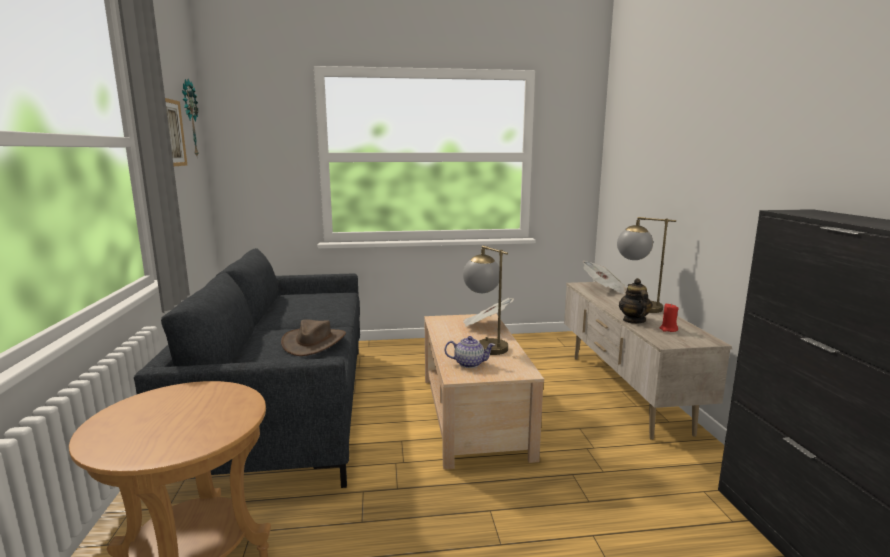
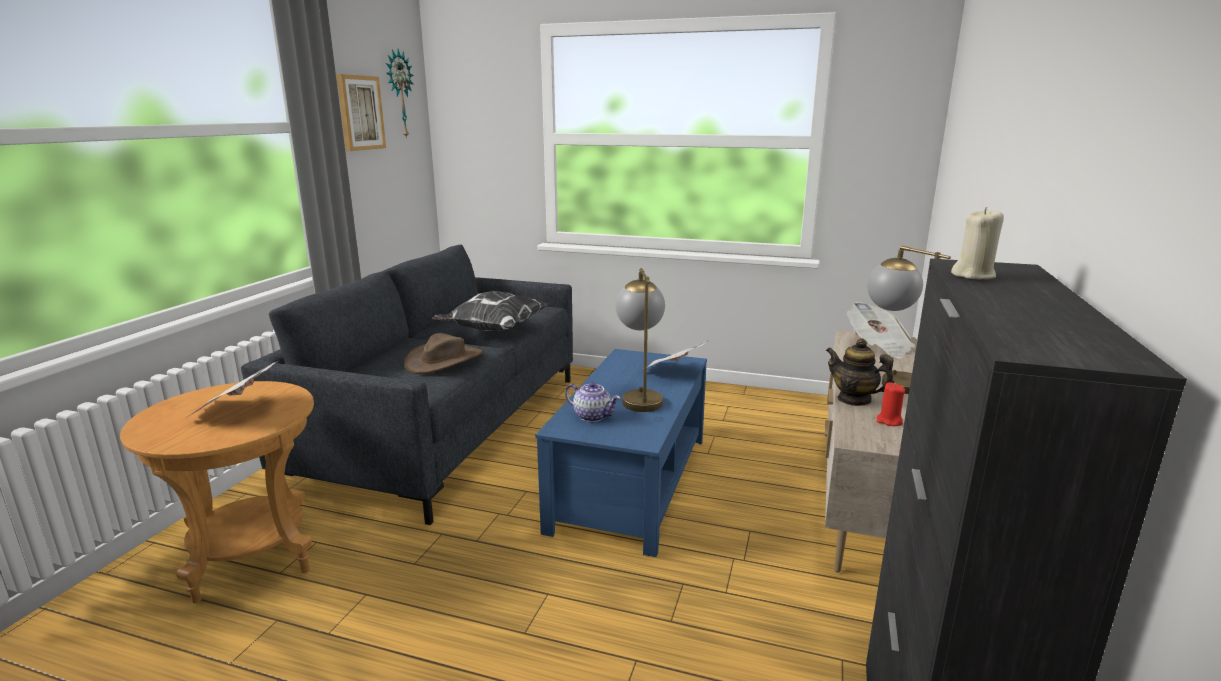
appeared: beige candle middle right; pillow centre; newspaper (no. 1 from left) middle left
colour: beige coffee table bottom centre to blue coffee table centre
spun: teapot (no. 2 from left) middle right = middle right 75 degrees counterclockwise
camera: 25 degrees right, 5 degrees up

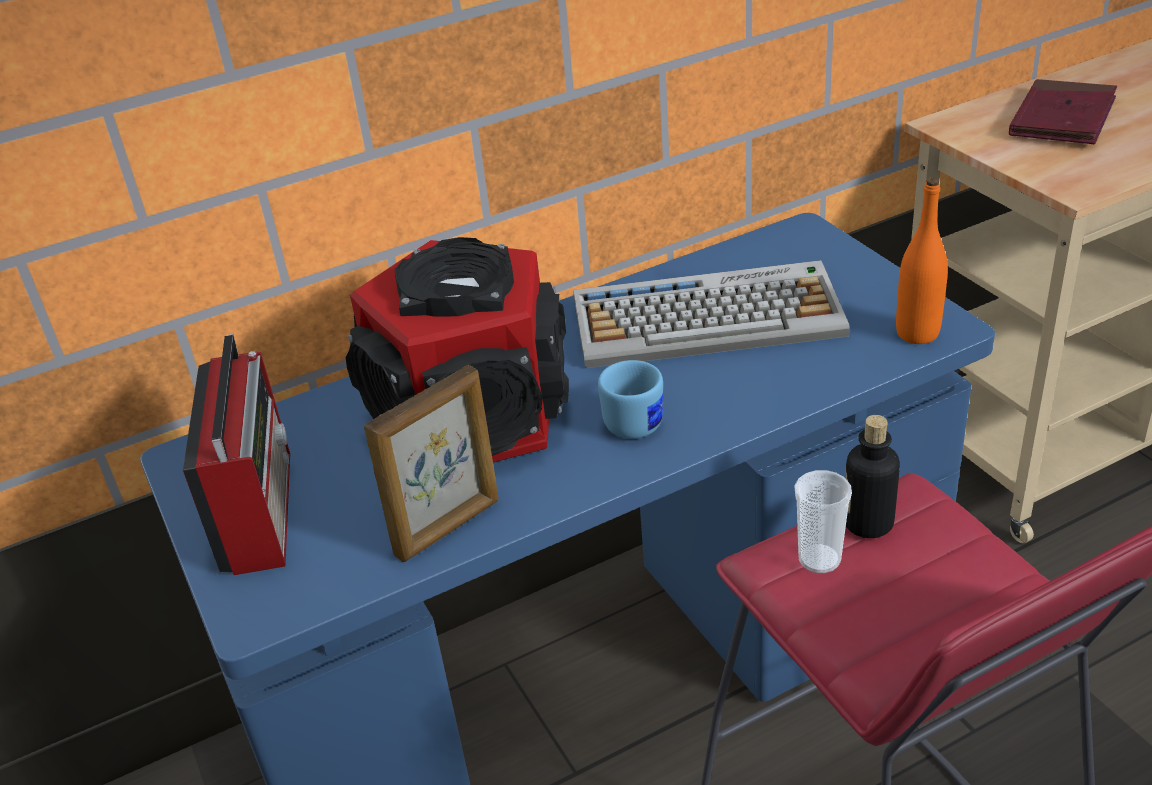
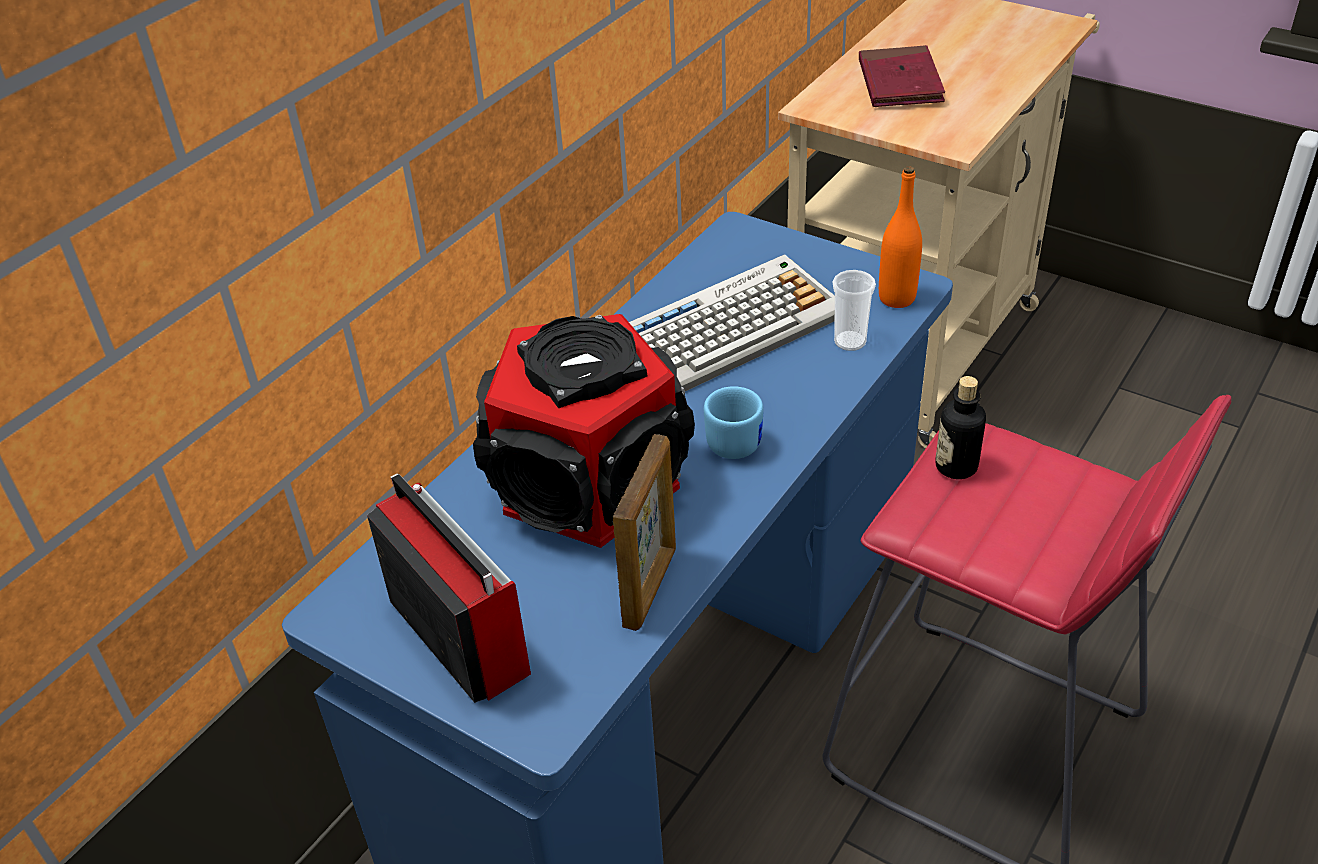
relocated: cup middle right to centre
camera: 30 degrees left, 5 degrees up

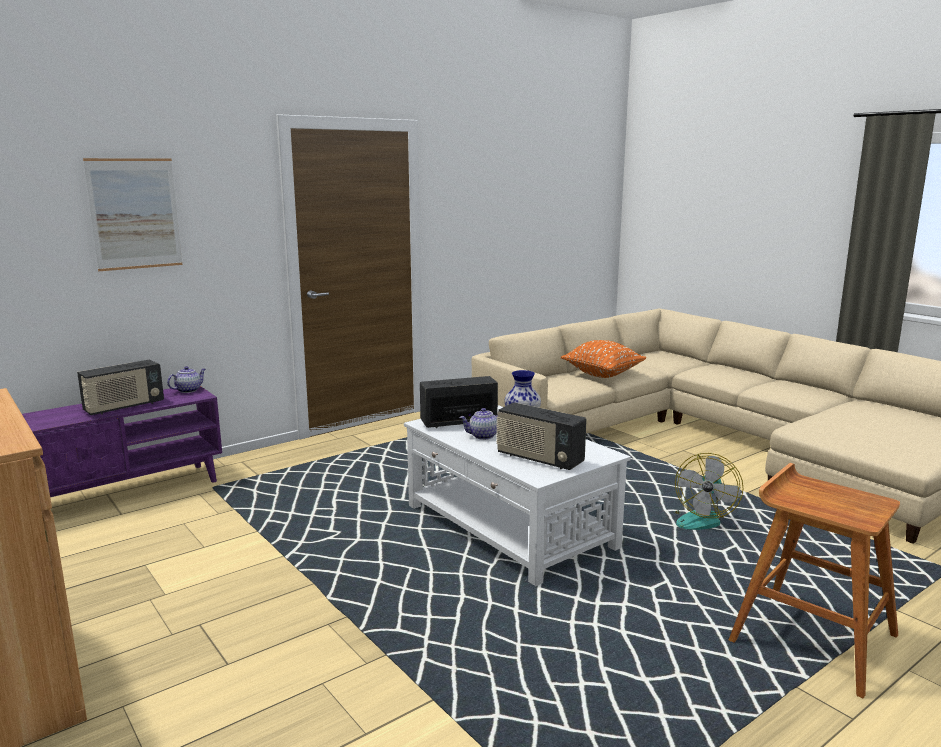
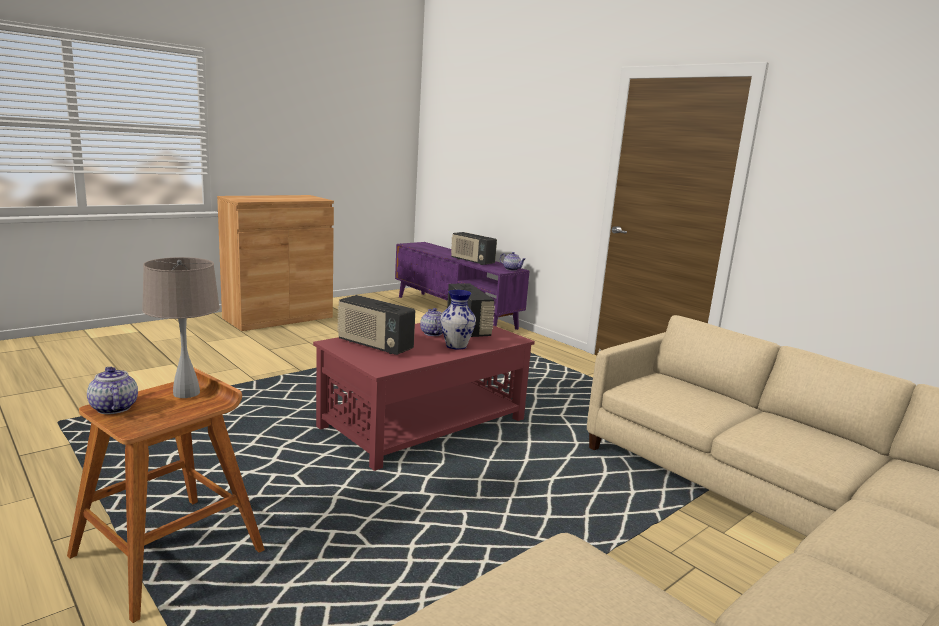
missing: picture top left; orange pillow centre; fan middle right
appeared: beige table lamp middle left; teapot (no. 1 from left) middle left
colour: white coffee table centre to red coffee table centre
spun: radio (no. 3 from left in the first image) centre = centre 90 degrees counterclockwise
camera: 85 degrees right, 0 degrees up

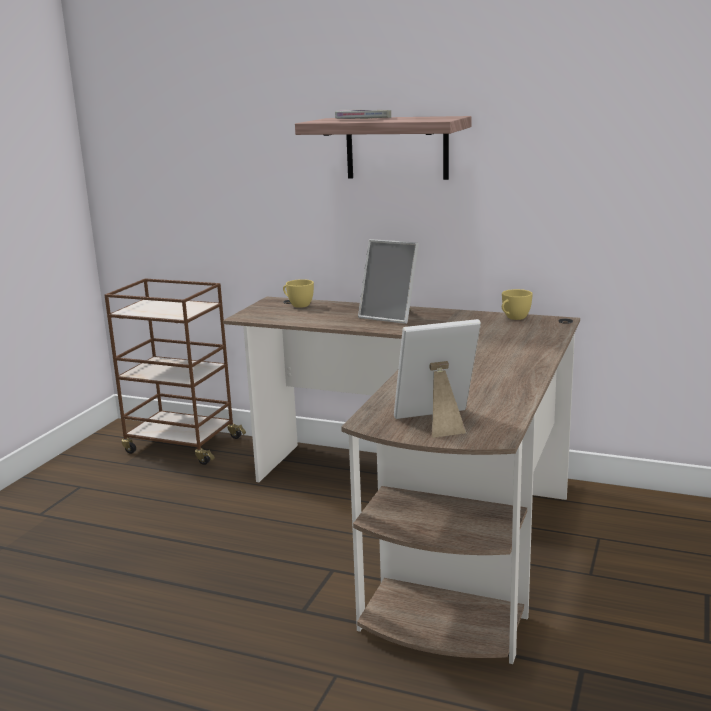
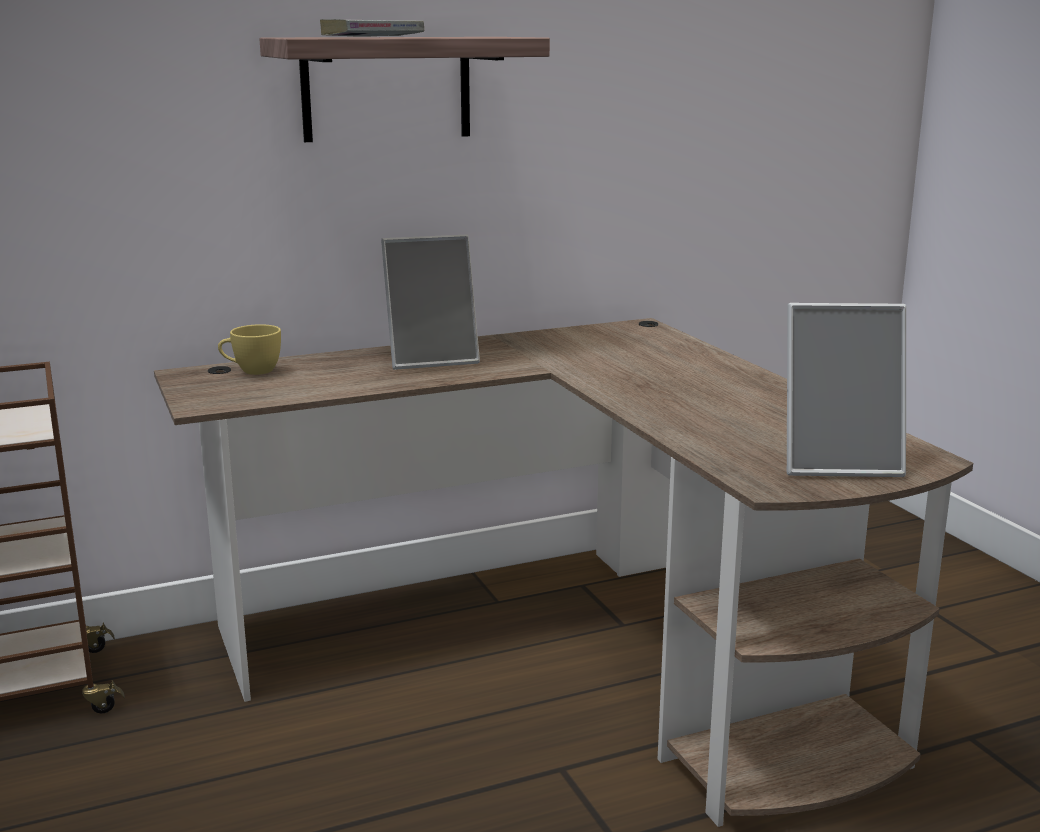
missing: yellow cup (no. 2 from left) middle right
spun: picture frame (no. 2 from left) centre = middle right 120 degrees counterclockwise
camera: 45 degrees left, 0 degrees up

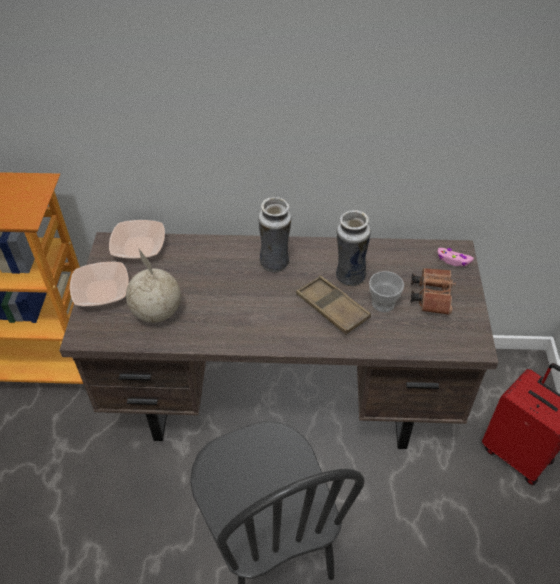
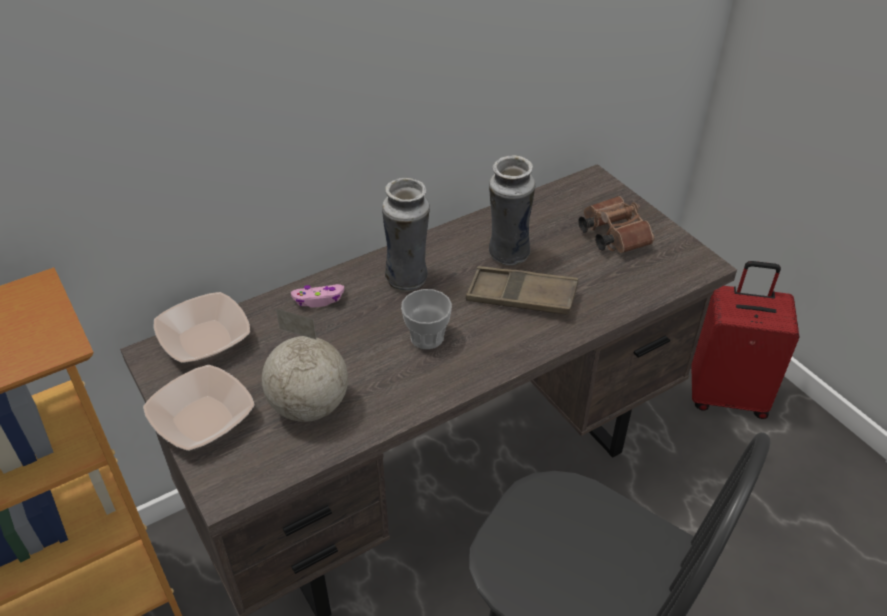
relocated: pink game controller middle right to centre; cup middle right to centre
camera: 35 degrees left, 5 degrees down

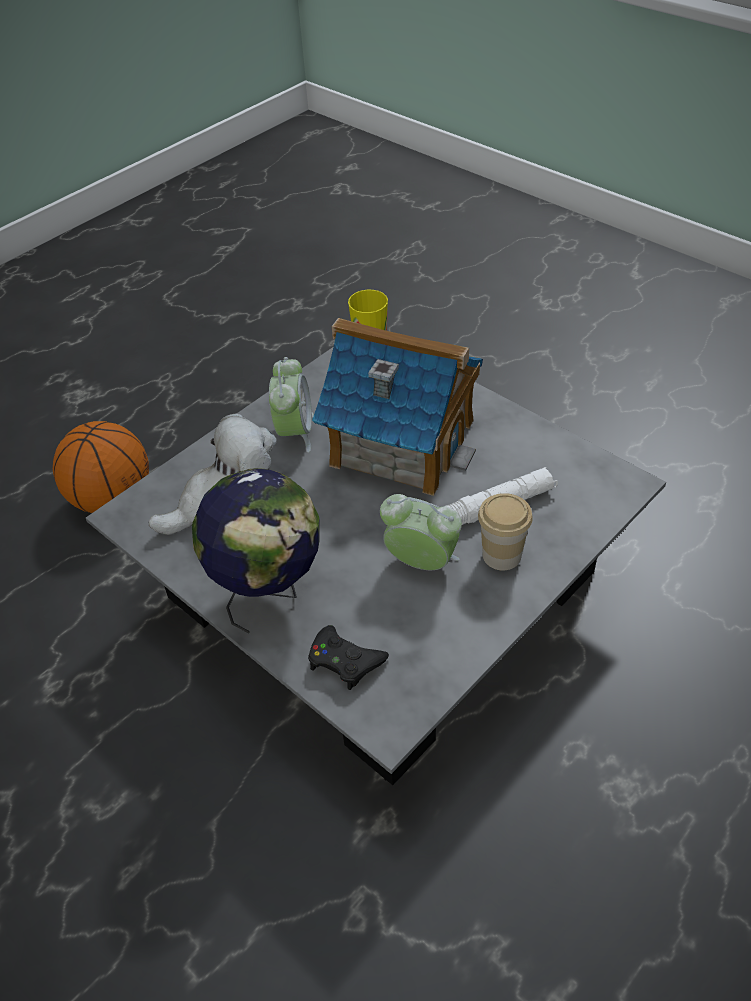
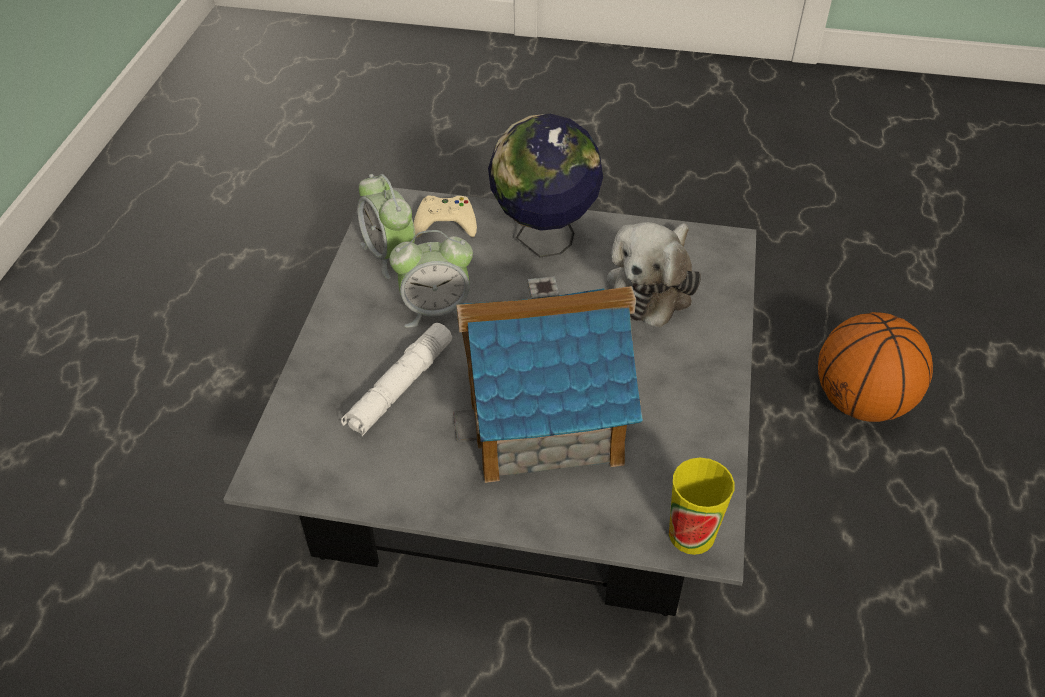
missing: cup (no. 2 from left) middle right
relocated: alarm clock (no. 1 from left) centre to top centre
colour: black game controller centre to beige game controller top centre
camera: 145 degrees right, 0 degrees up

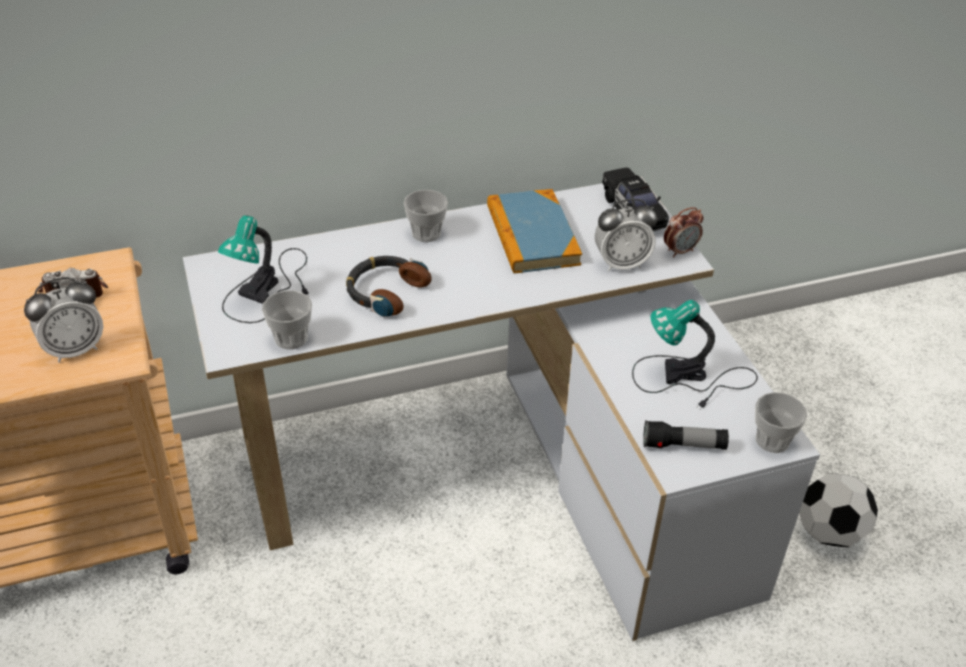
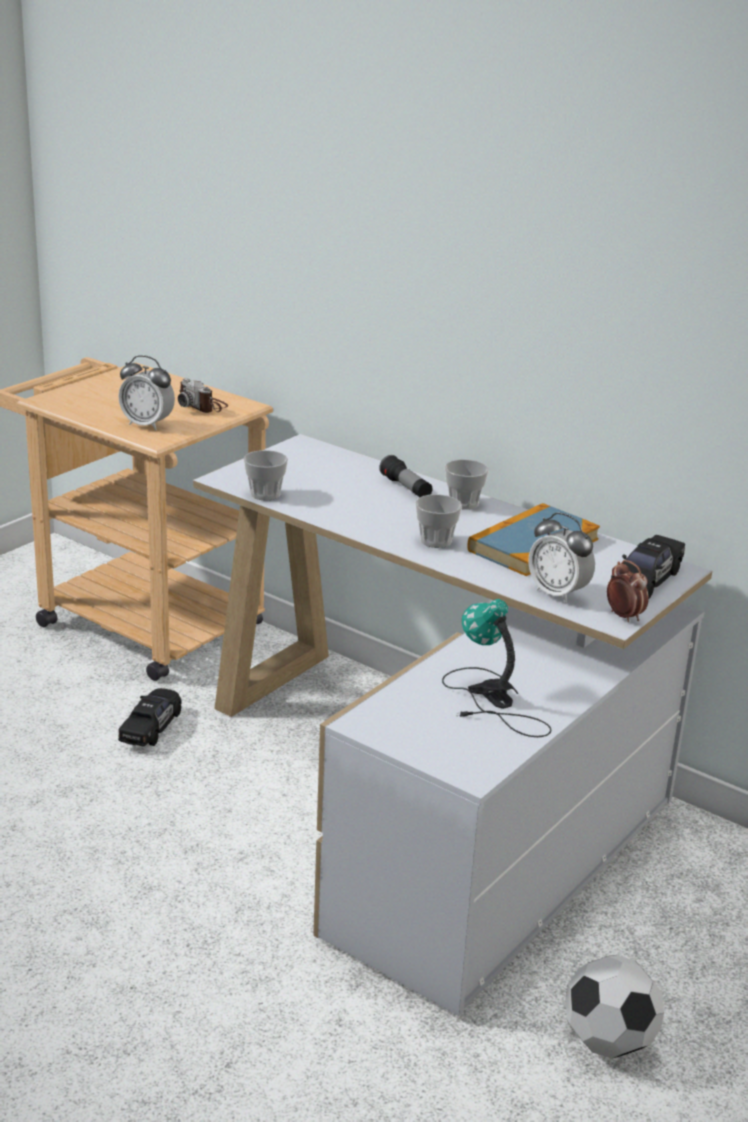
missing: table lamp (no. 1 from left) middle left; headphones centre
appeared: black toy car (no. 1 from left) middle left
relocated: cup (no. 3 from left in the first image) middle right to cup (no. 2 from left) centre; flashlight middle right to centre
spun: alarm clock (no. 3 from left) middle right = middle right 150 degrees counterclockwise
camera: 55 degrees right, 15 degrees down

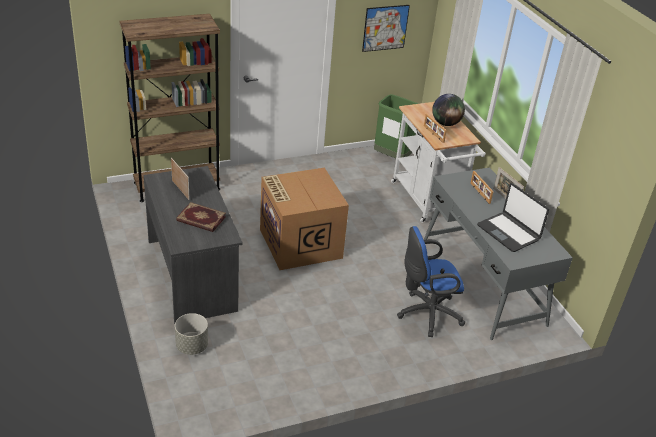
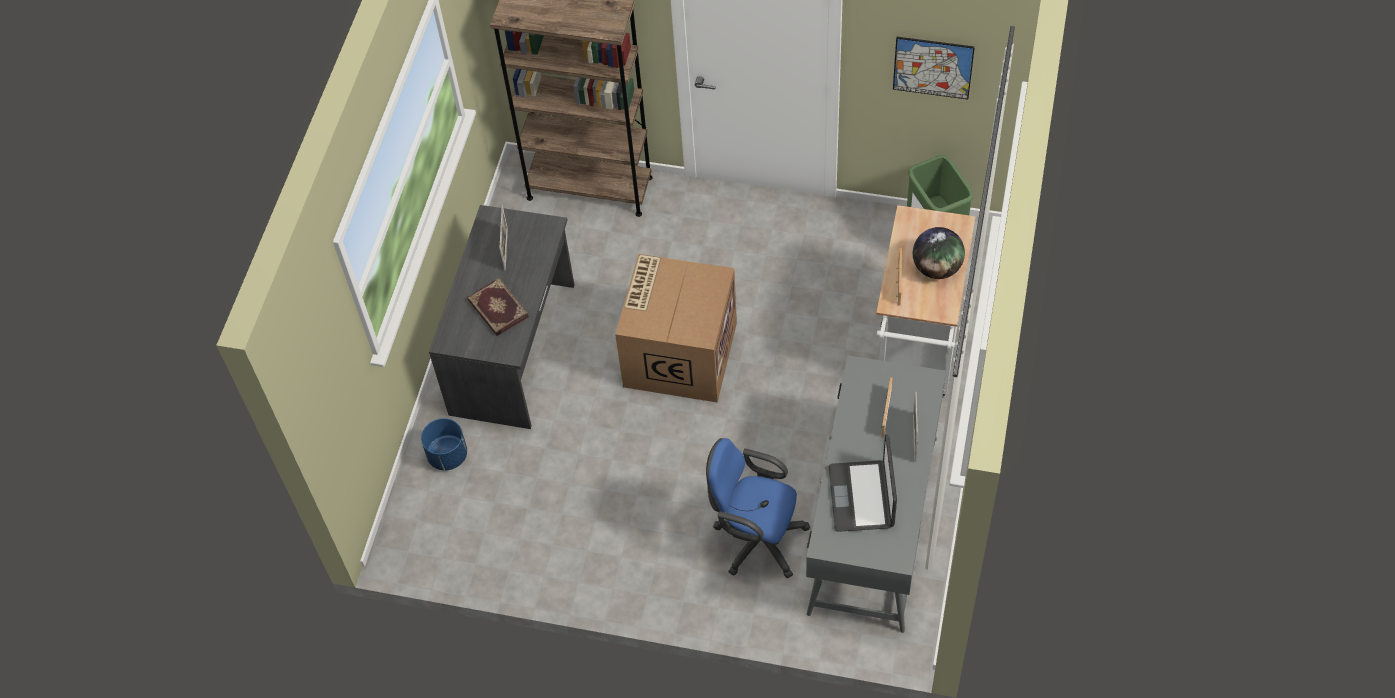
colour: grey planter bottom left to blue planter middle left
camera: 40 degrees right, 20 degrees up

